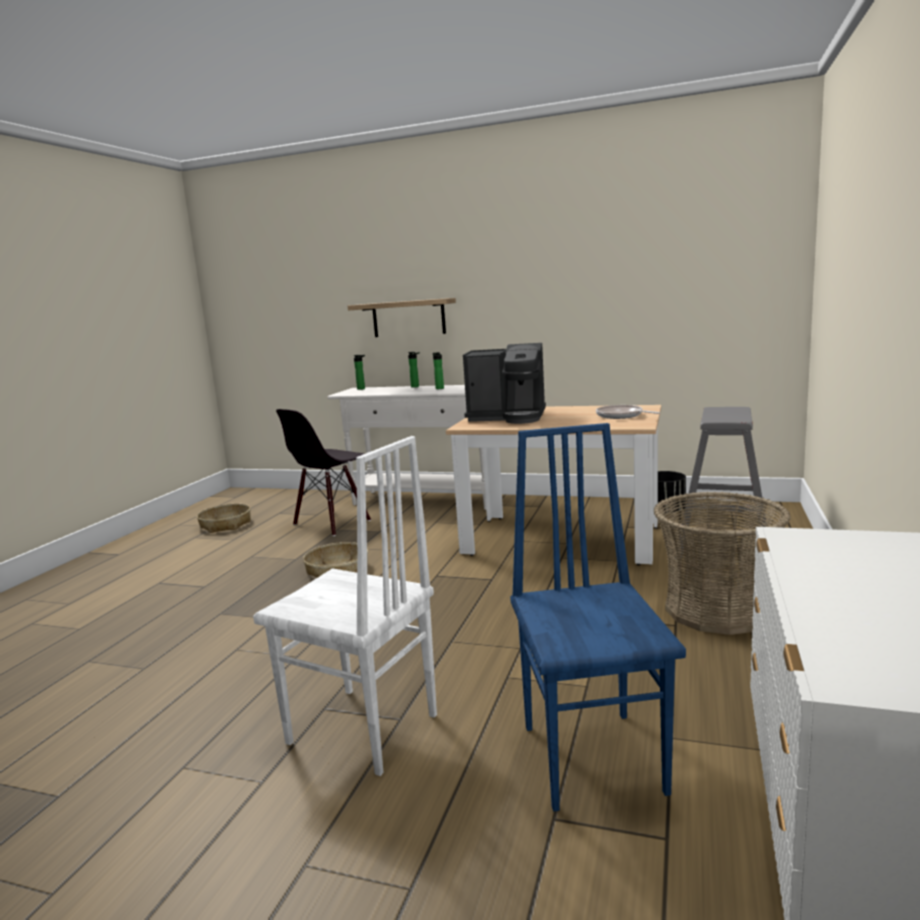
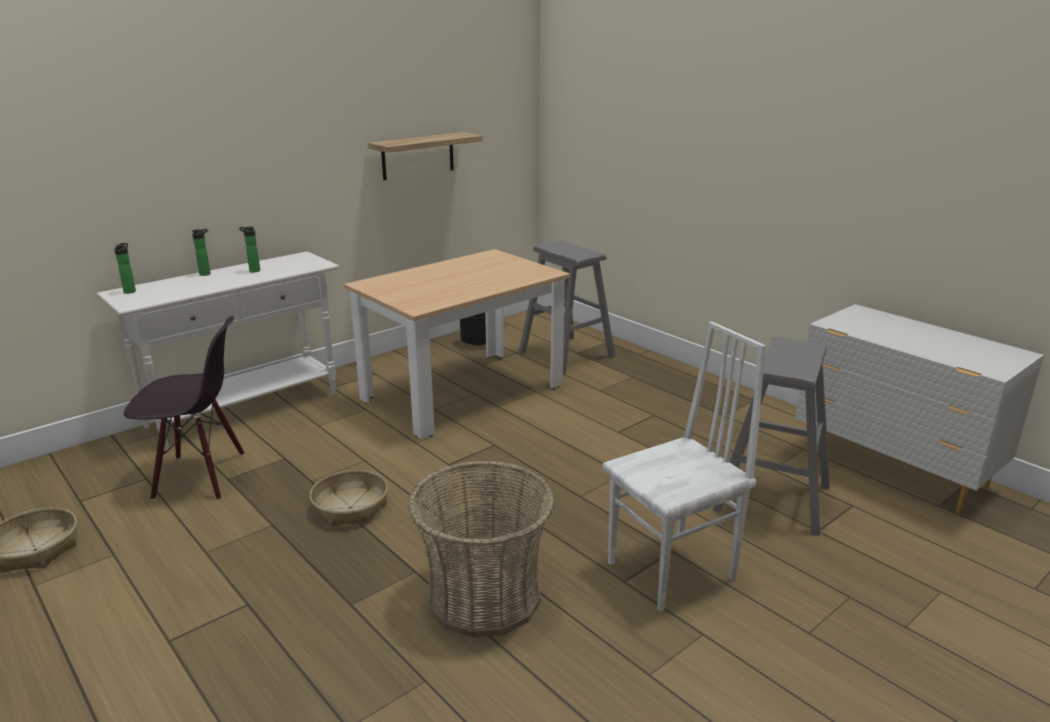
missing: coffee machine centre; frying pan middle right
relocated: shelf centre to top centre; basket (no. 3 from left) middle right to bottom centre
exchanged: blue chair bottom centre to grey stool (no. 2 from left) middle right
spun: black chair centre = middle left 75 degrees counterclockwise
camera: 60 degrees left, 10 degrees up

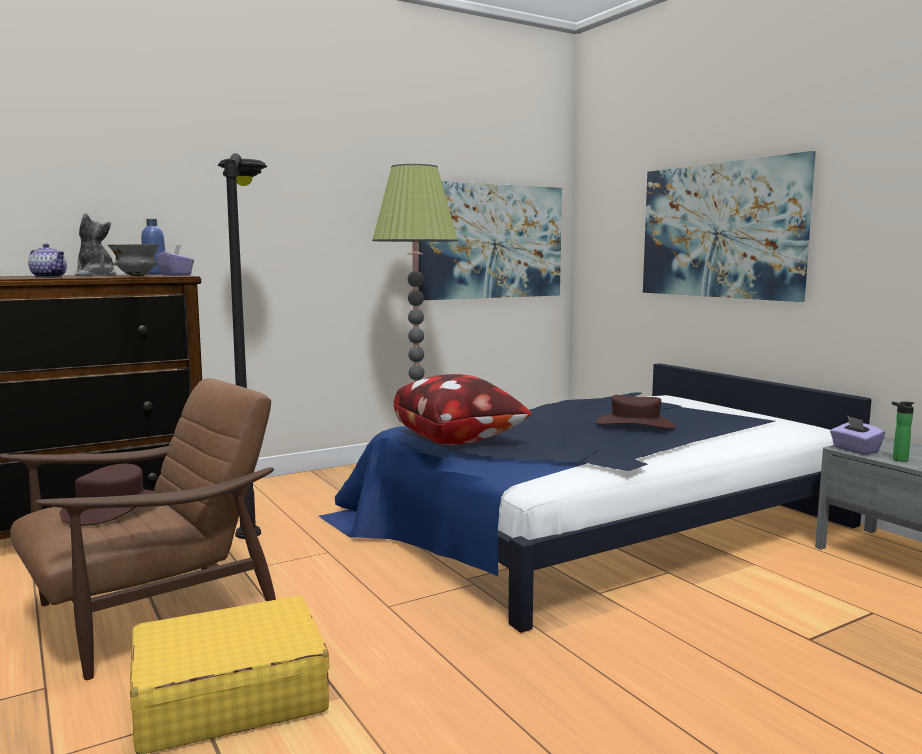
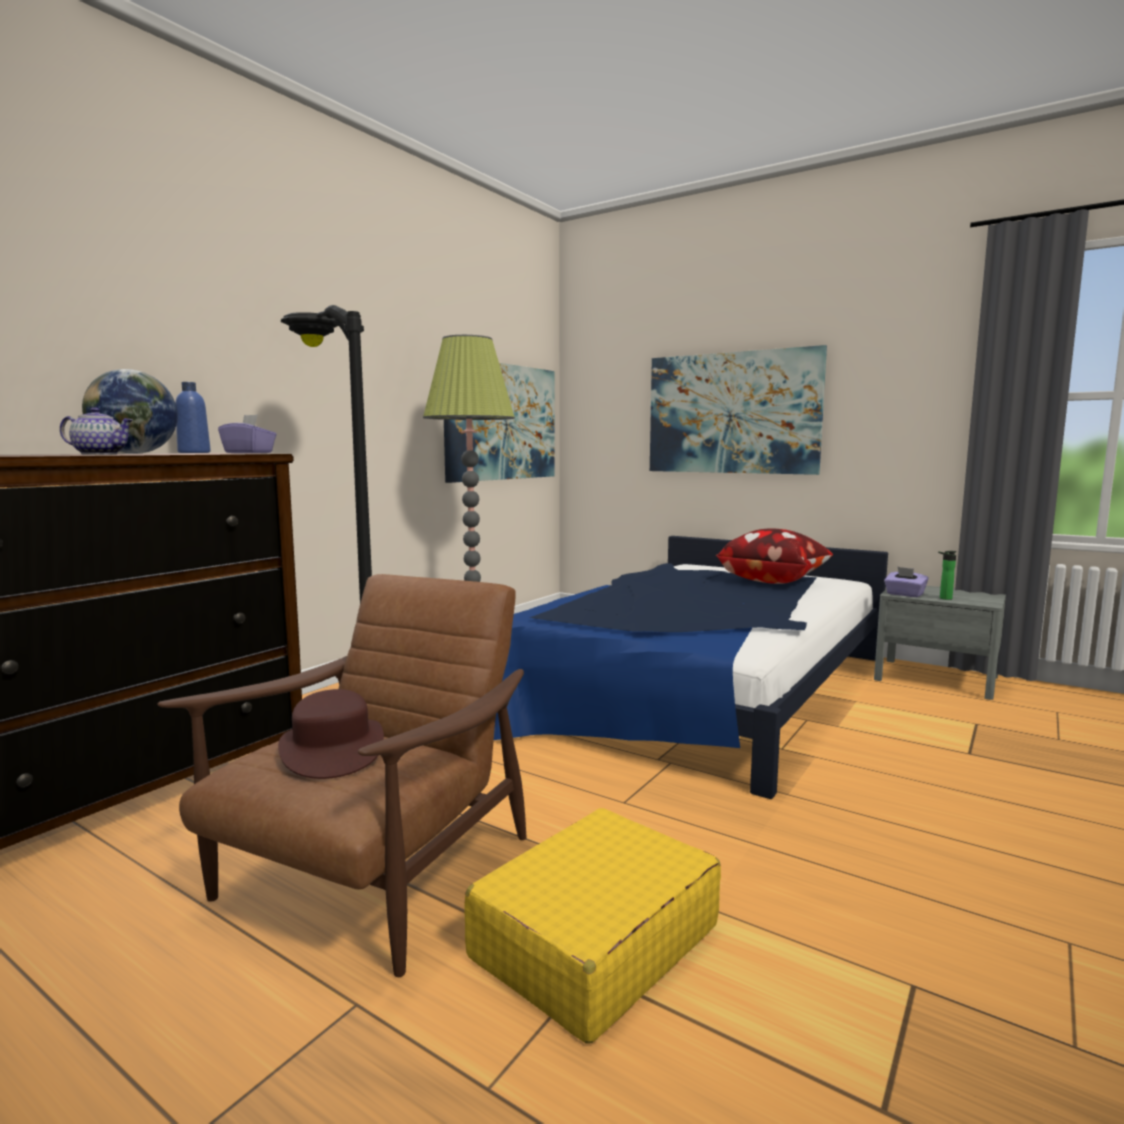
missing: grey bowl middle left; brown hat (no. 2 from left) middle right
relocated: pillow centre to middle right
exchanged: plush toy top left to globe middle left
camera: 25 degrees left, 0 degrees up

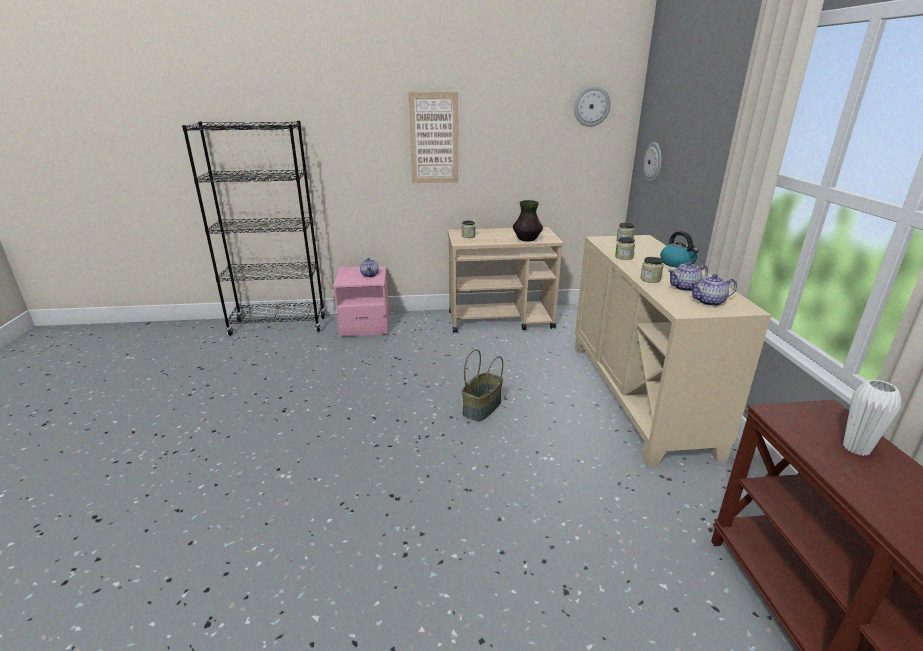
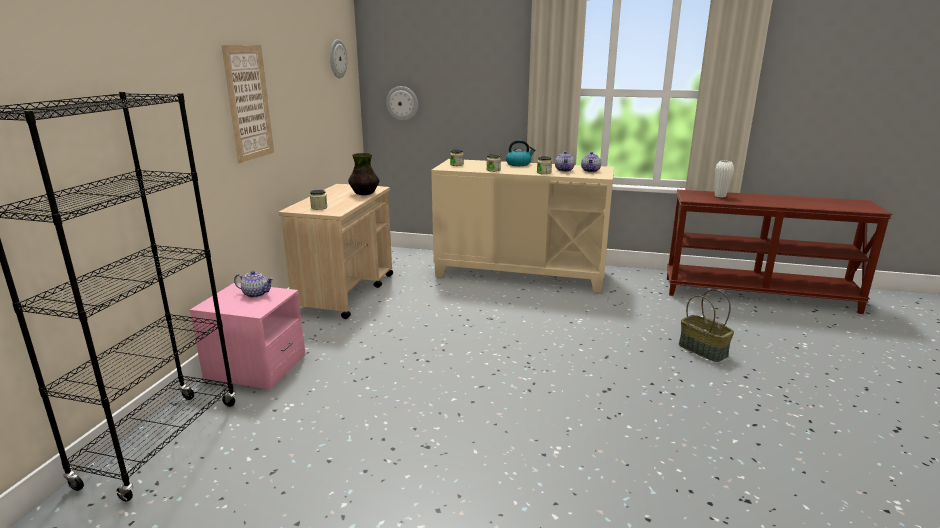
relocated: basket centre to middle right
camera: 70 degrees left, 5 degrees down

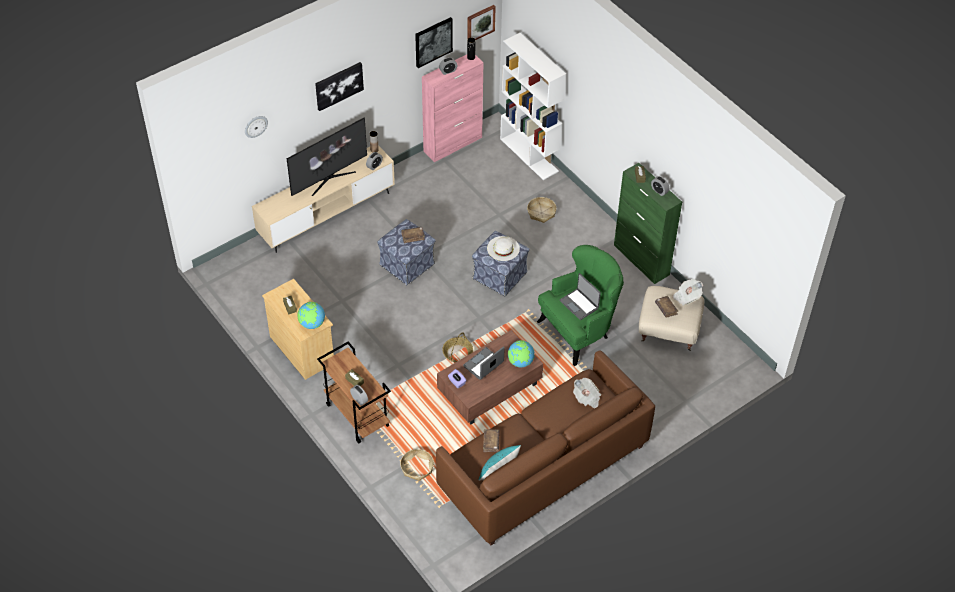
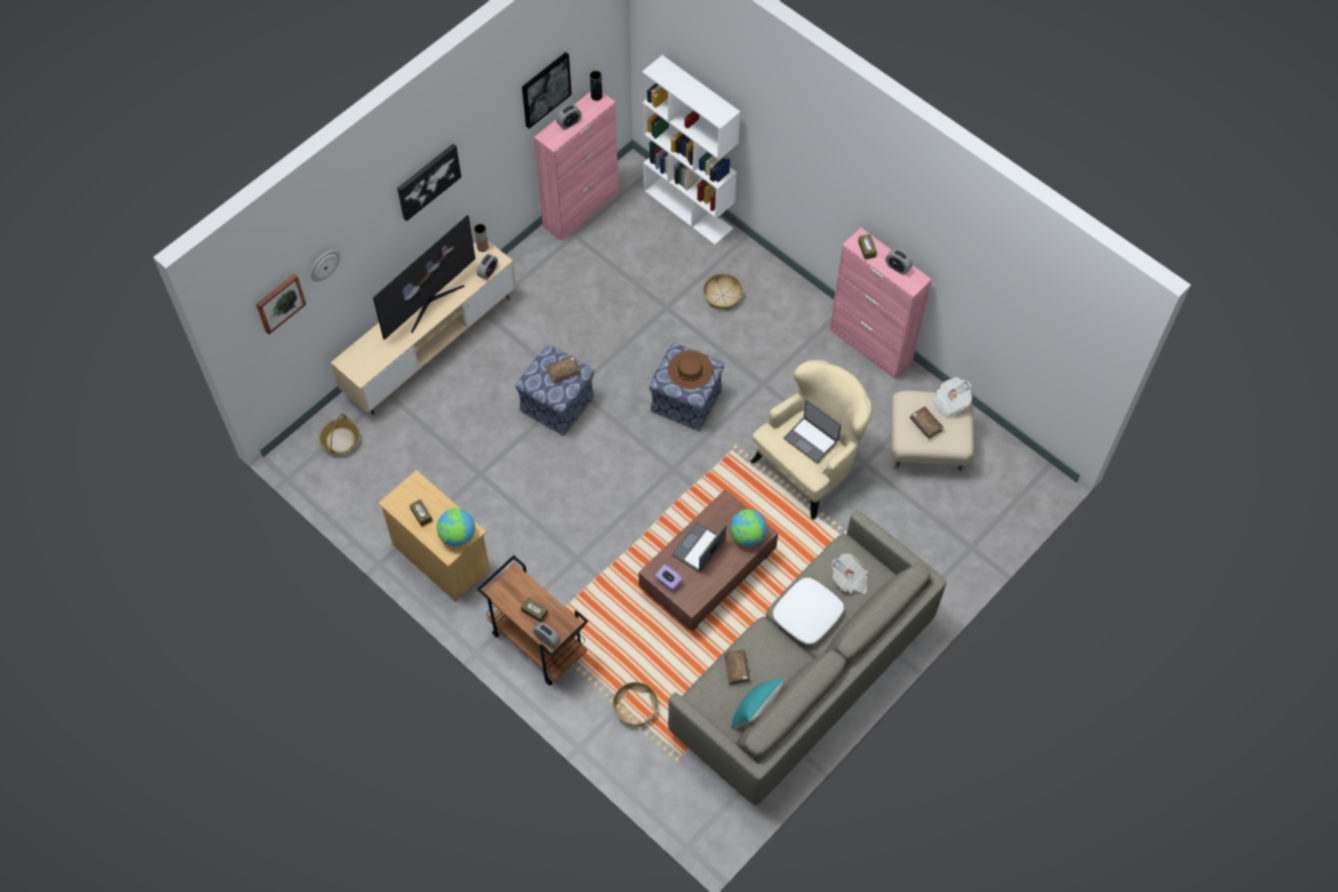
appeared: white pillow bottom centre
relocated: picture (no. 3 from left in the first image) top centre to picture (no. 1 from left) middle left; basket (no. 2 from left in the first image) centre to basket (no. 1 from left) middle left
colour: green cabinet middle right to pink cabinet (no. 2 from left) centre; white hat centre to brown hat centre; green armchair centre to beige armchair centre; brown sofa bottom centre to grey sofa bottom centre
camera: 10 degrees left, 10 degrees up

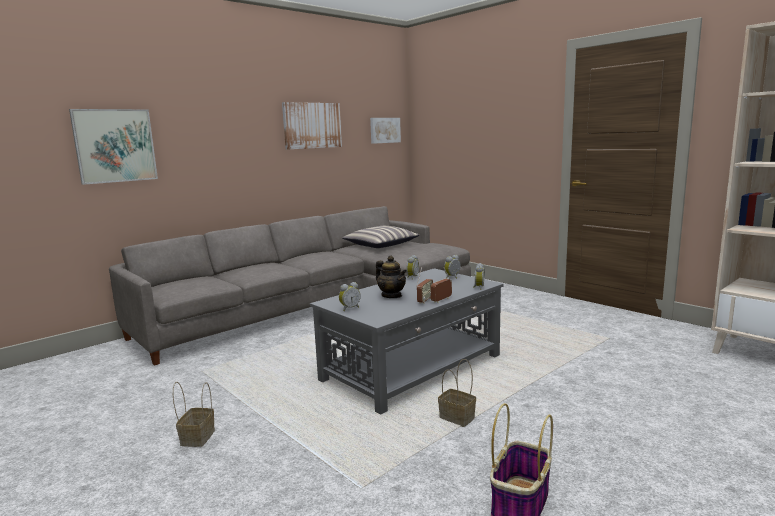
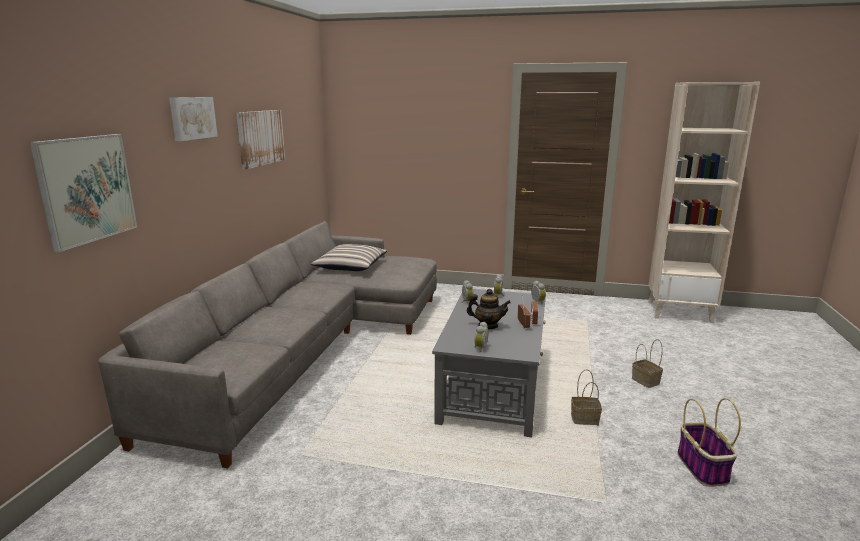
relocated: picture (no. 3 from left in the first image) top centre to picture (no. 2 from left) top left; basket (no. 1 from left in the first image) bottom left to basket (no. 2 from left) bottom right
camera: 35 degrees left, 5 degrees up

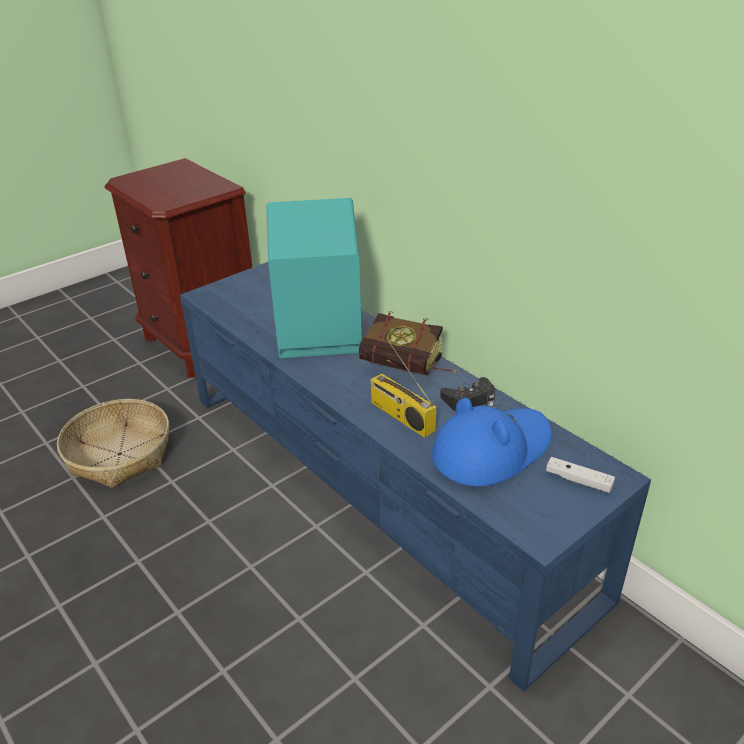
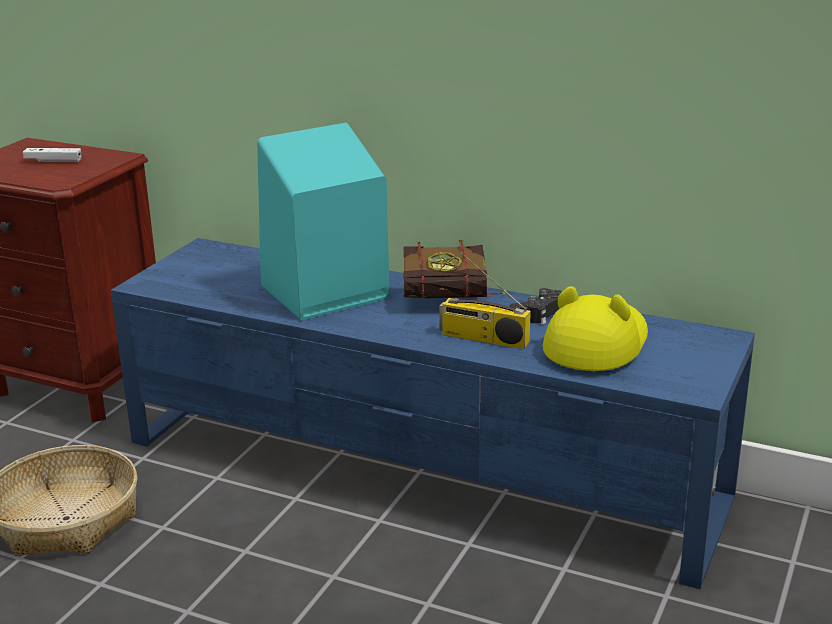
relocated: white game controller middle right to top left
colour: blue hat centre to yellow hat middle right
camera: 25 degrees left, 10 degrees down

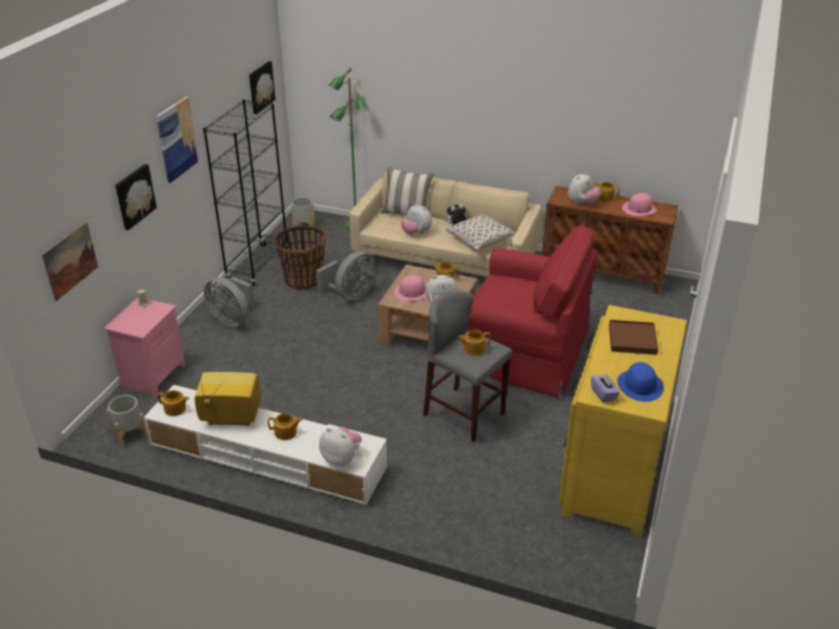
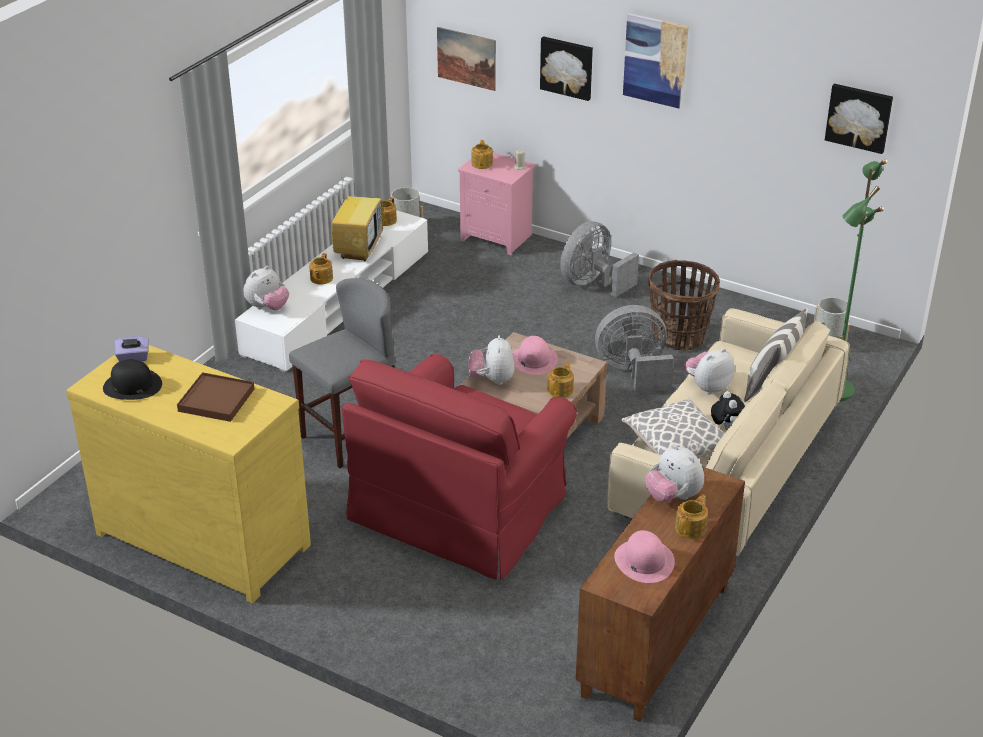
missing: black bookcase top left
relocated: teapot (no. 4 from left in the first image) centre to teapot (no. 3 from left) top centre
colour: blue hat middle right to black hat middle left
spun: grey fan (no. 2 from left) centre = centre 120 degrees clockwise
camera: 100 degrees right, 0 degrees up

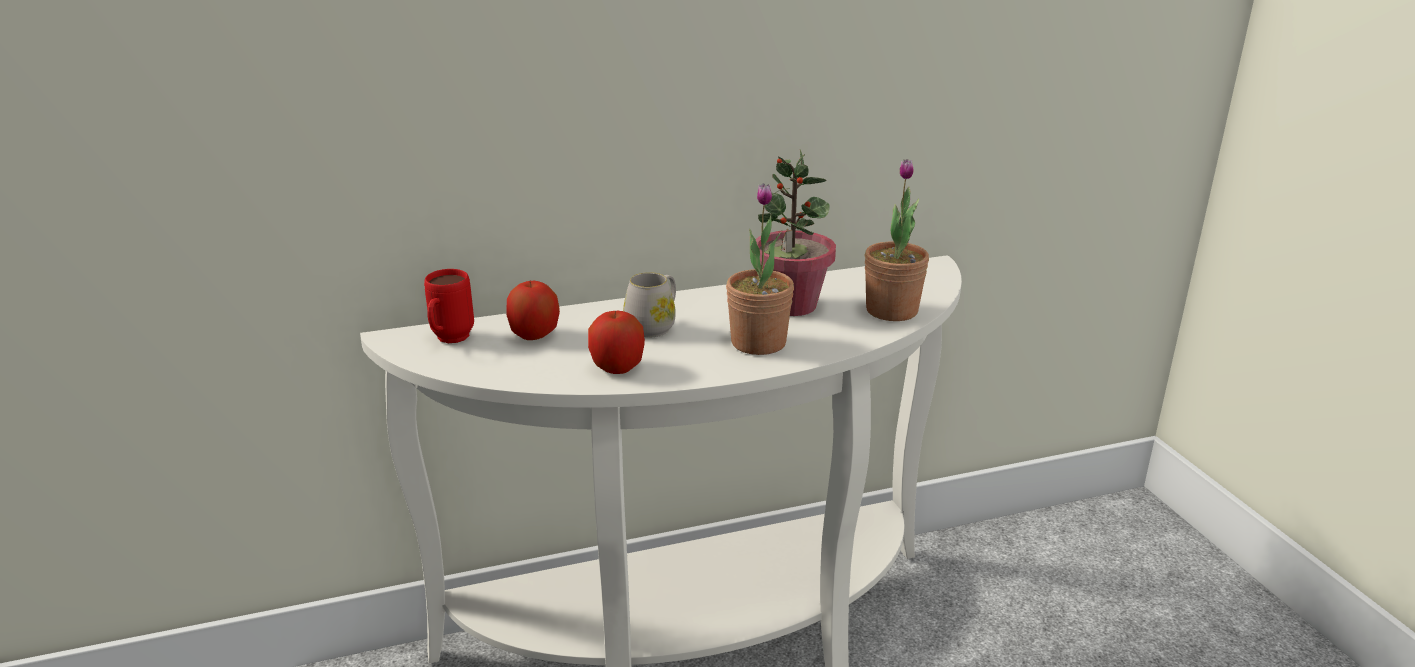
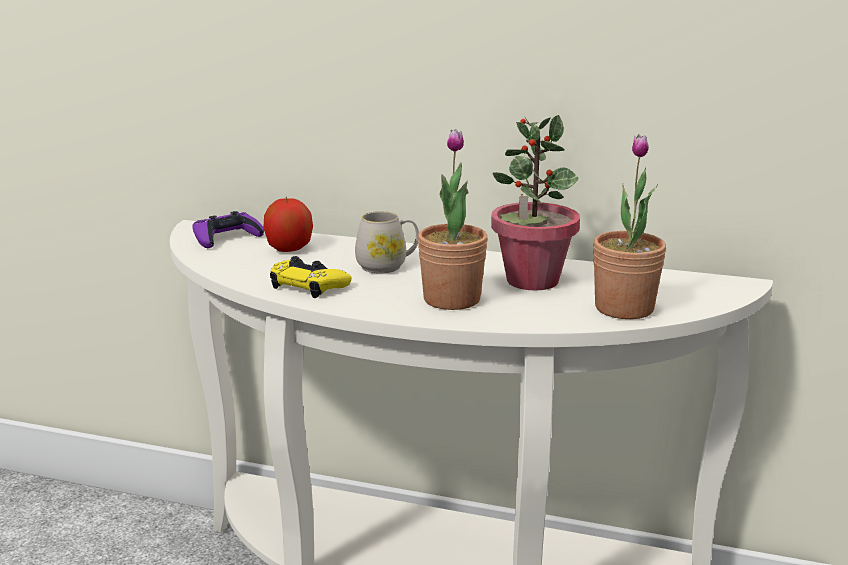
exchanged: red mug middle left to purple game controller middle left; apple (no. 2 from left) centre to yellow game controller centre
camera: 35 degrees right, 5 degrees down

